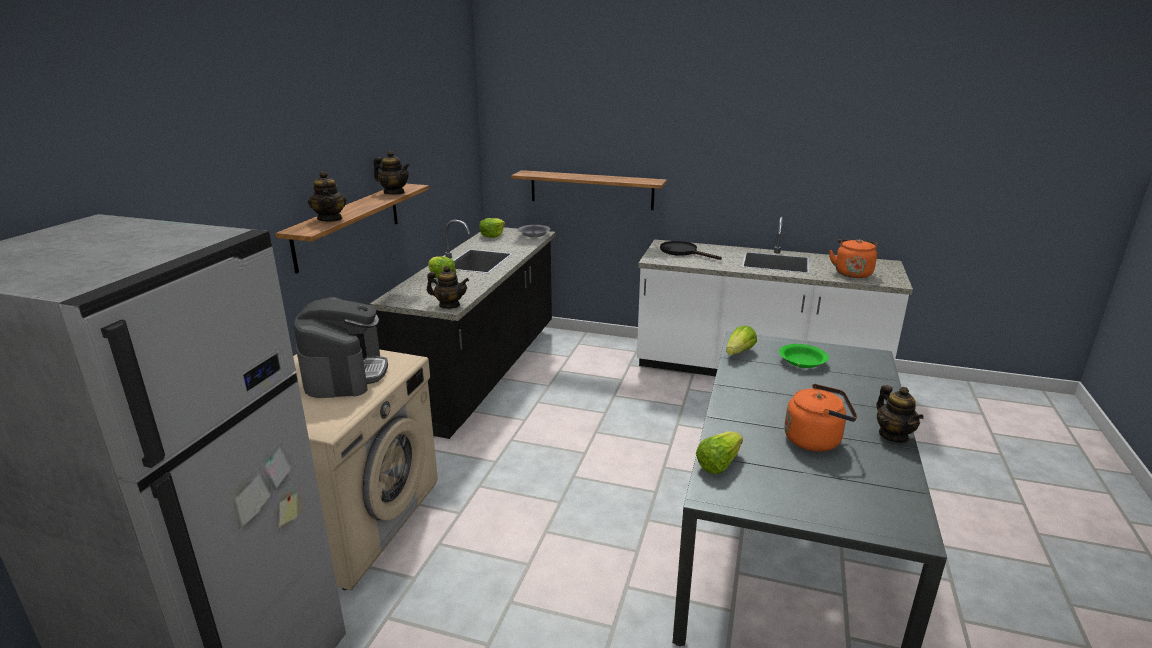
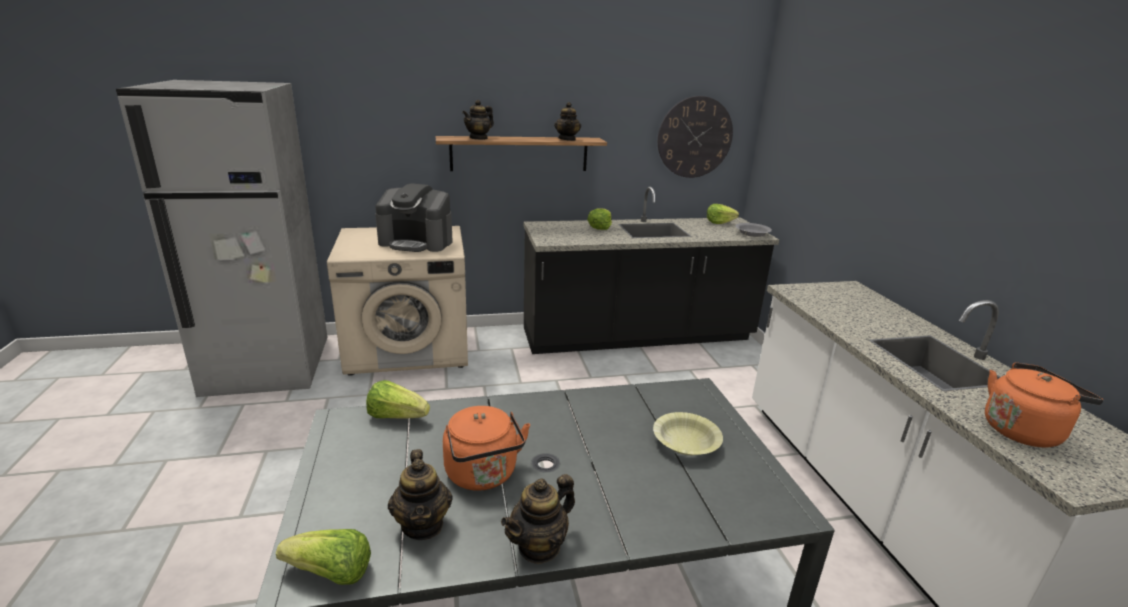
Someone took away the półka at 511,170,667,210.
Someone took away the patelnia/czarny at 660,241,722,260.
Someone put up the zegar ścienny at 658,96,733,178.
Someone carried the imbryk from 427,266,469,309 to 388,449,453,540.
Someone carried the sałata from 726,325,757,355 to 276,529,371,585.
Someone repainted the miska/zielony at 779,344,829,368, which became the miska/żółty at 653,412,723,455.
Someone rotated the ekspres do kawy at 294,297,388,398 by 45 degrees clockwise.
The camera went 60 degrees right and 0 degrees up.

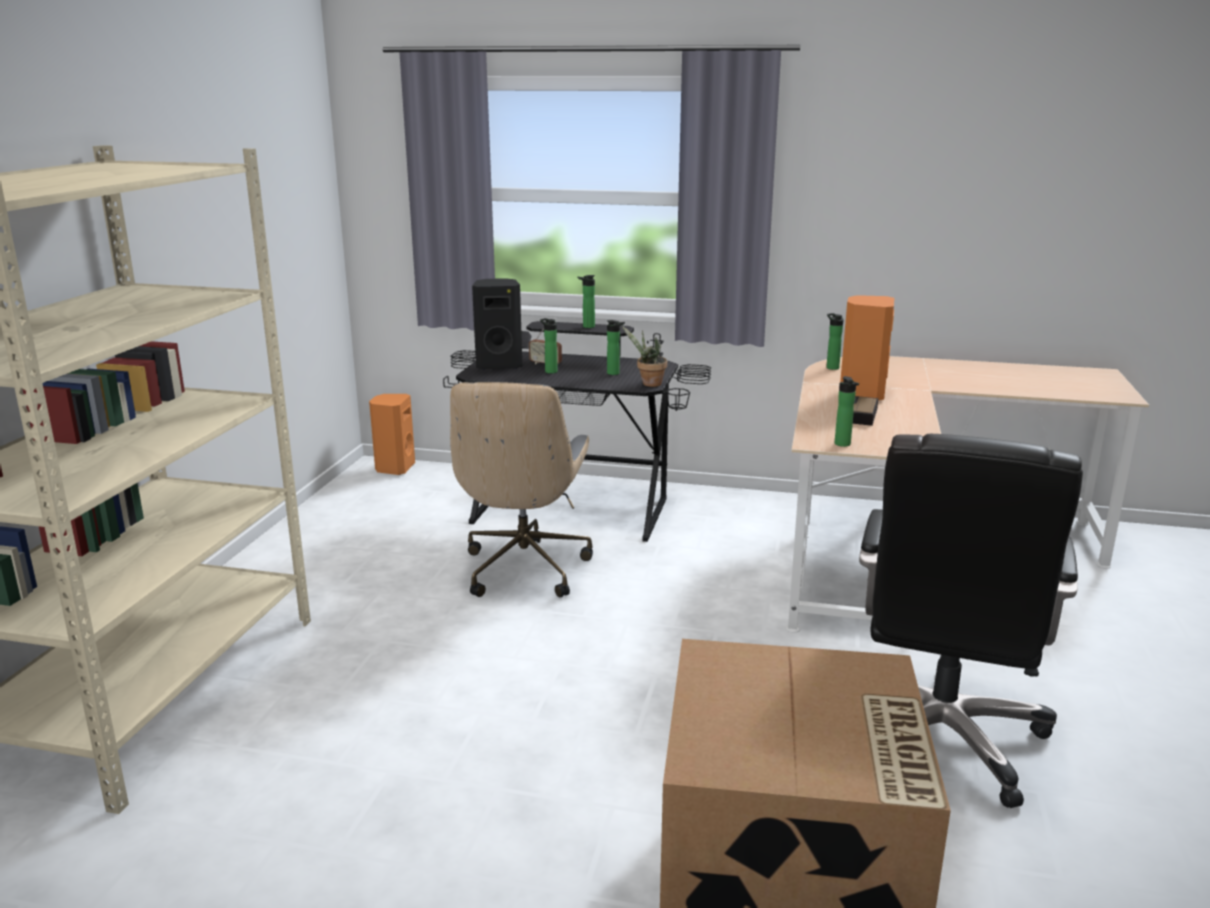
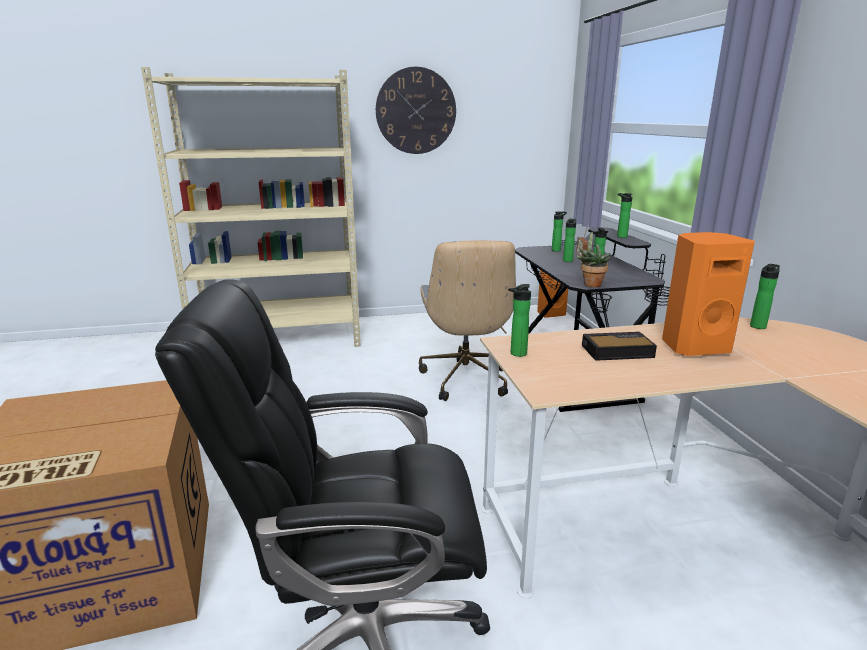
Someone put up the zegar ścienny at 376,67,456,154.
Someone swapped the głośnik/czarny at 472,278,522,370 for the butelka at 552,211,567,252.
Someone rotated the krzesło biurowe/szary at 450,382,593,597 by 75 degrees counterclockwise.
The camera went 65 degrees right and 0 degrees up.

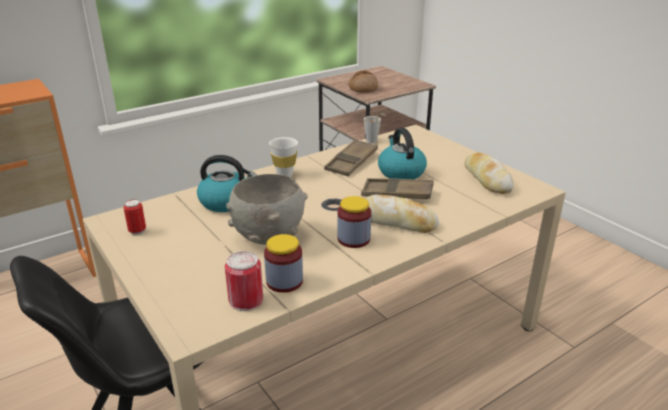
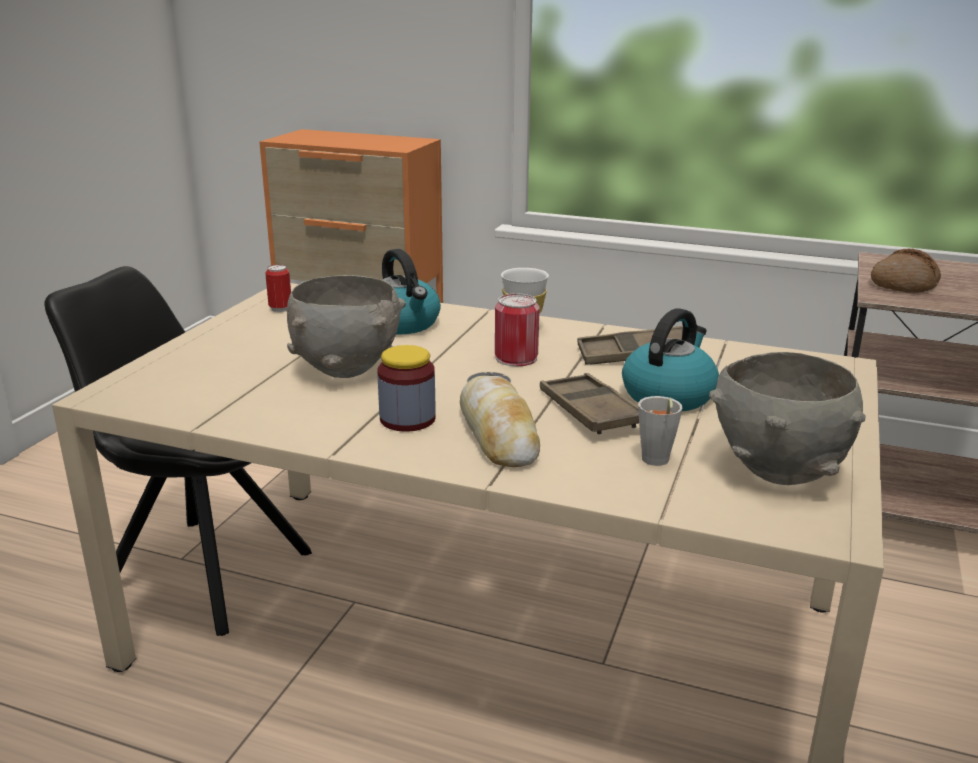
Someone took away the słoik at 264,234,303,293.
Someone carried the puszka from 225,251,263,311 to 495,294,540,366.
Someone carried the filiżanka/szary from 364,113,386,144 to 638,396,682,466.
Someone swapped the chleb at 465,152,514,194 for the miska/szary at 709,352,866,485.
The camera went 55 degrees right and 5 degrees down.

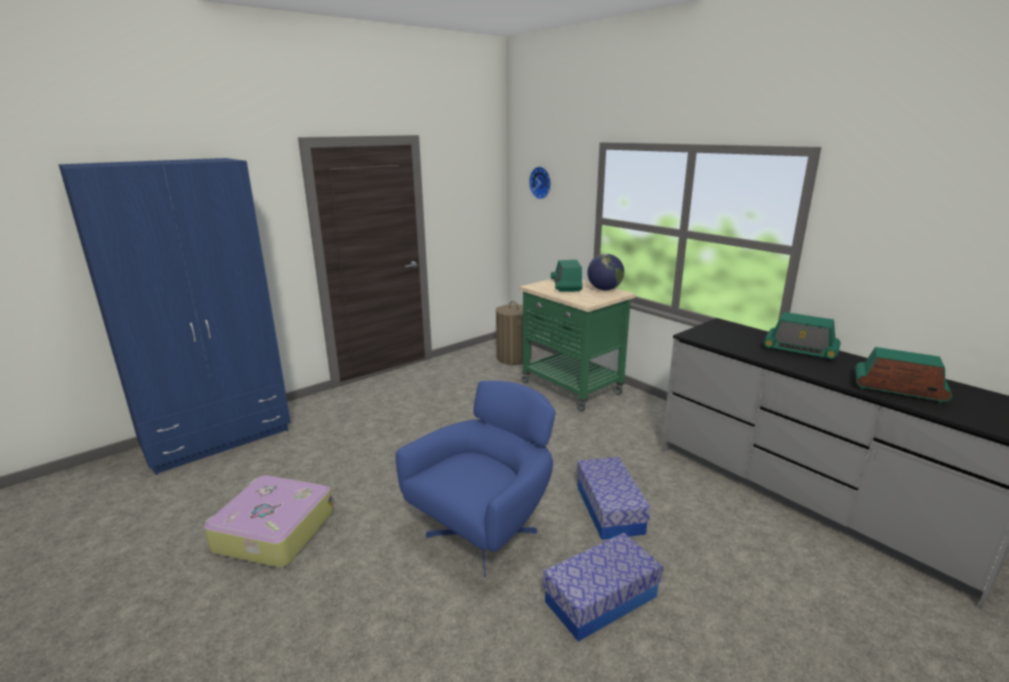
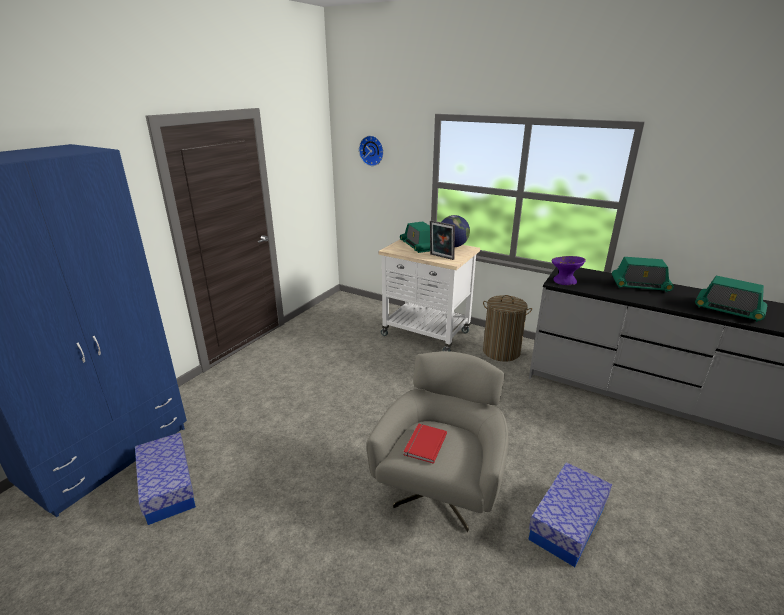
Someone took away the walizka at 204,475,333,568.
Someone put down the książka/czerwony at 403,423,447,464.
Someone put down the ramka na zdjęcie at 430,220,455,260.
Someone put down the miska/fioletowy at 552,256,586,286.
Someone carried the kosz na pranie from 496,301,531,365 to 483,295,532,362.
Someone carried the pojemnik do przechowywania from 577,457,651,540 to 135,433,196,525.
Someone repainted the fotel/niebieski at 395,381,555,577, which became the fotel/szary at 367,351,509,532.
Someone repainted the wózek/zielony at 519,279,635,412, which became the wózek/biały at 378,240,480,352.
Someone rotated the radio at 855,347,952,404 by 150 degrees counterclockwise.
The camera went 20 degrees left and 5 degrees up.

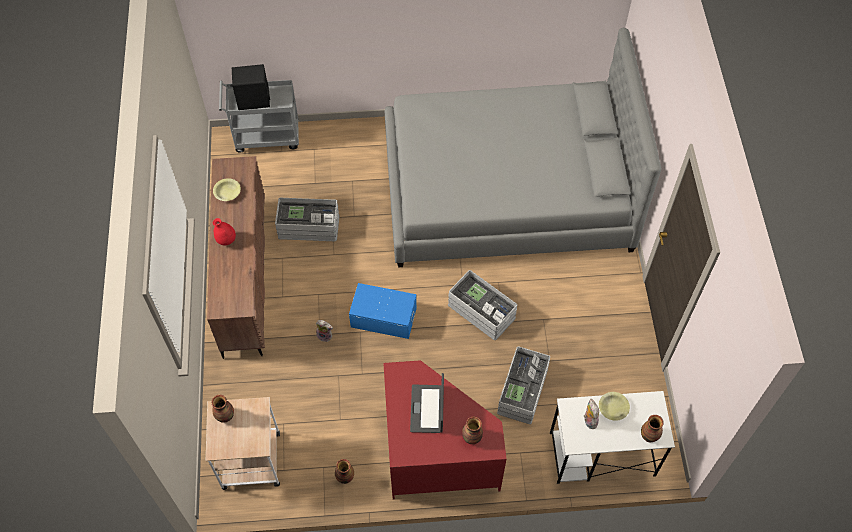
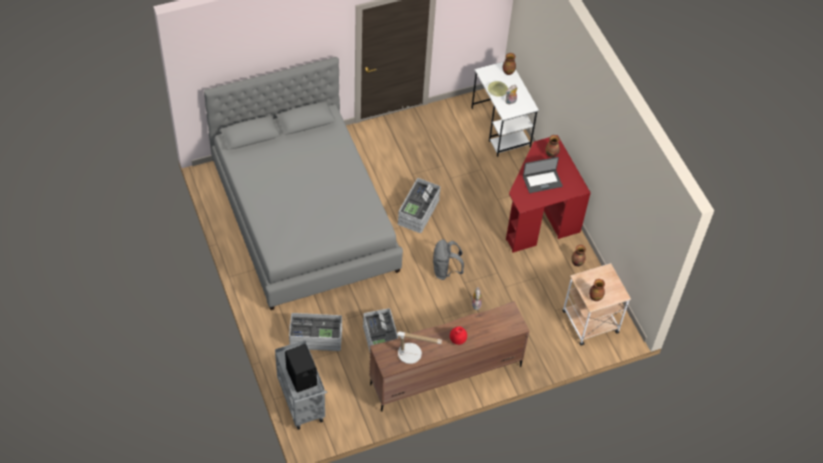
Someone carried the pojemnik do przechowywania/szary from 497,346,550,424 to 289,313,342,351.
Someone swapped the miska/żółty at 213,178,241,201 for the lampa stołowa at 397,331,442,364.
Someone swapped the pojemnik do przechowywania/niebieski at 349,283,417,339 for the plecak/szary at 433,239,464,280.
The camera went 110 degrees left and 5 degrees down.

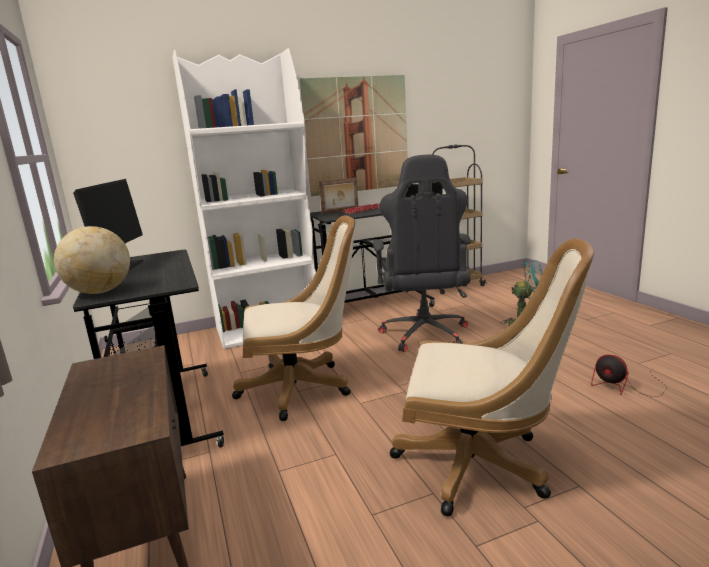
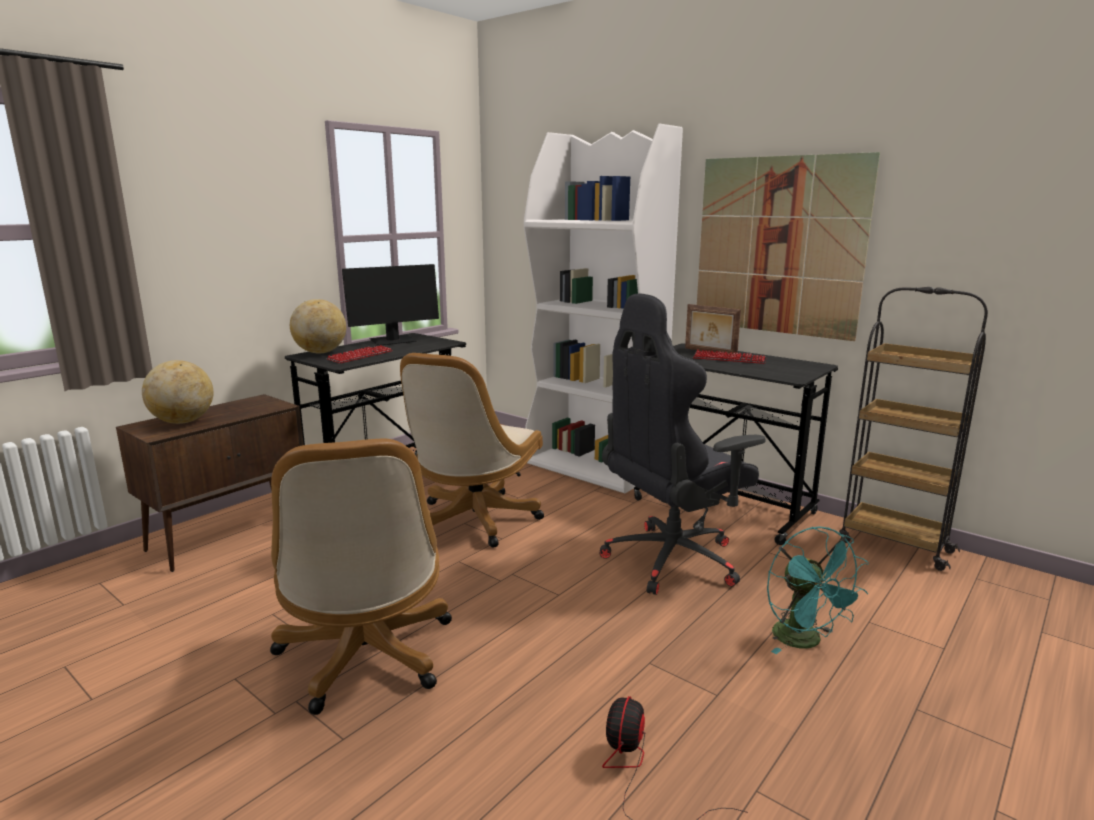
Someone put down the globus at 142,360,213,424.
Someone put down the klawiatura at 326,345,392,363.
Someone rotated the krzesło biurowe at 232,215,355,421 by 60 degrees clockwise.
The camera went 60 degrees right and 0 degrees up.

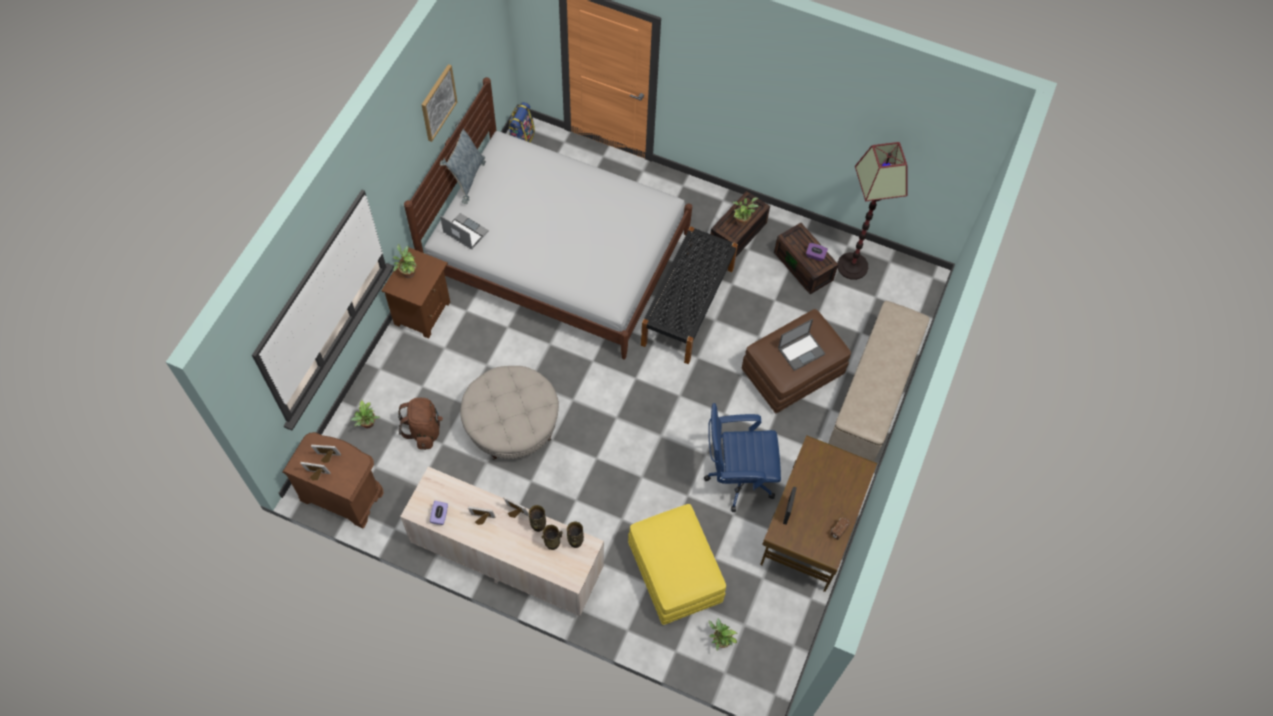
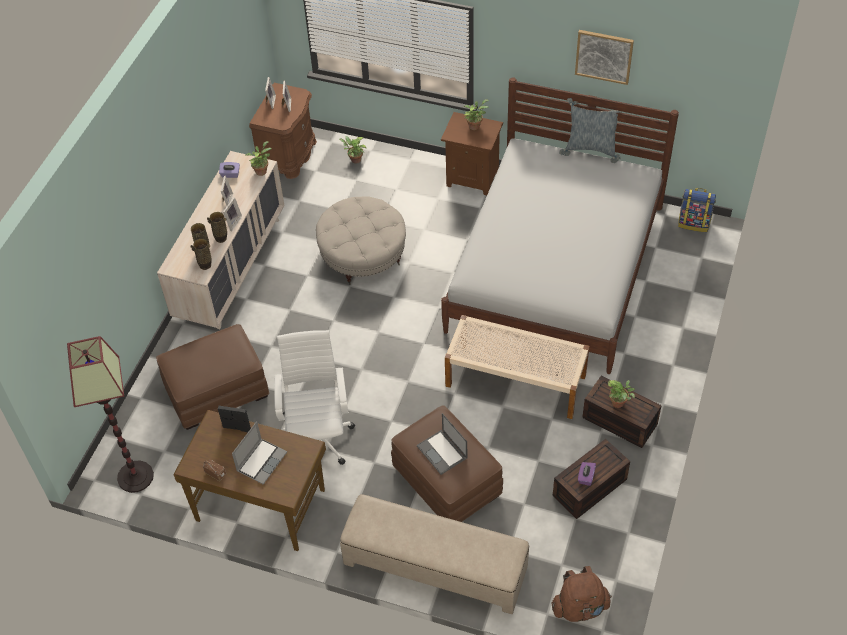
Someone carried the plecak/brązowy from 398,398,443,450 to 552,566,612,622.
Someone carried the laptop from 440,213,489,250 to 232,421,287,485.
Someone carried the roślina doniczkowa from 709,618,738,651 to 245,141,271,176.
Someone carried the lampa stojąca from 837,142,908,280 to 67,336,154,493.
Someone repainted the pufa/żółty at 628,504,726,625, which became the pufa/brązowy at 156,324,269,430.
Someone repainted the ławka/czarny at 641,226,738,364, which became the ławka/beżowy at 445,315,590,419.
Someone repainted the krzesło biurowe/niebieski at 704,403,781,512, which became the krzesło biurowe/biały at 274,330,355,465.
The camera went 90 degrees right and 10 degrees down.

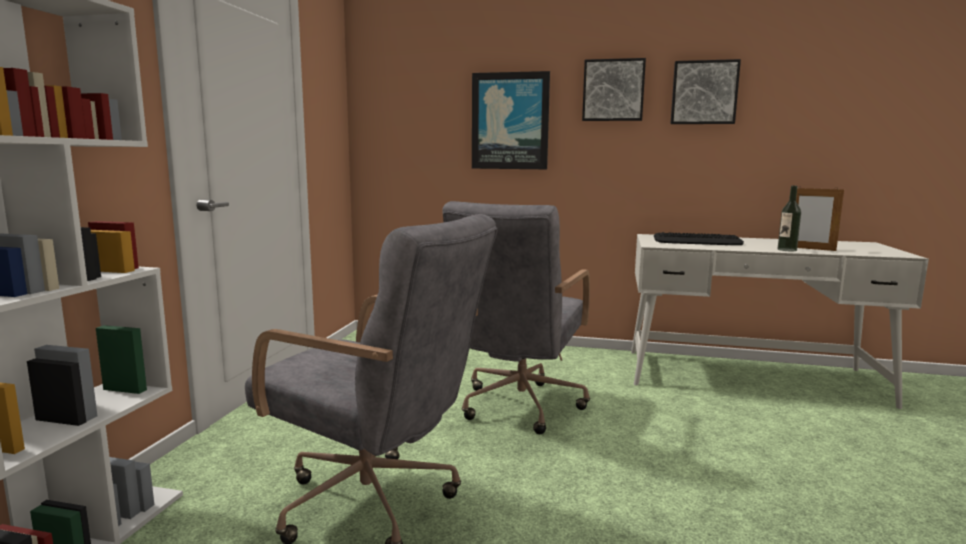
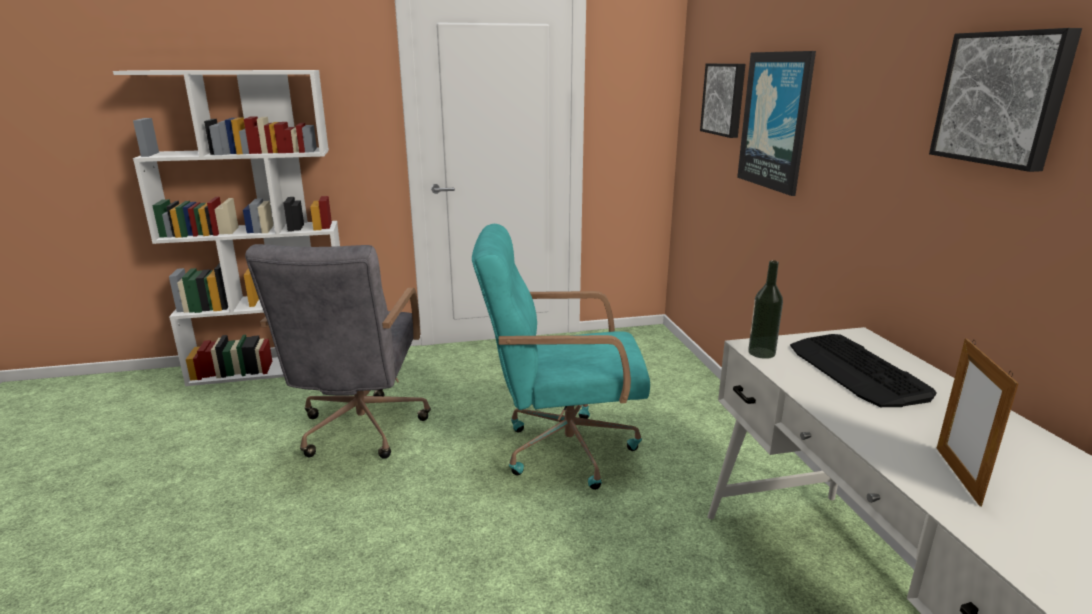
Someone carried the obraz from 582,58,646,121 to 700,64,746,138.
Someone carried the butelka from 778,186,801,251 to 748,260,783,359.
Someone repainted the krzesło biurowe/szary at 442,201,590,434, which became the krzesło biurowe/turkusowy at 472,224,650,490.
The camera went 65 degrees right and 10 degrees up.

